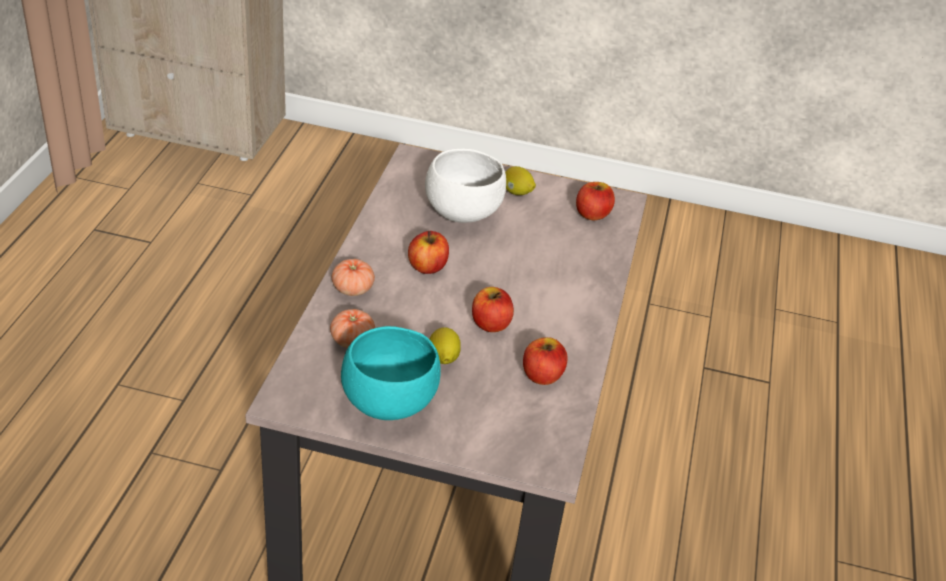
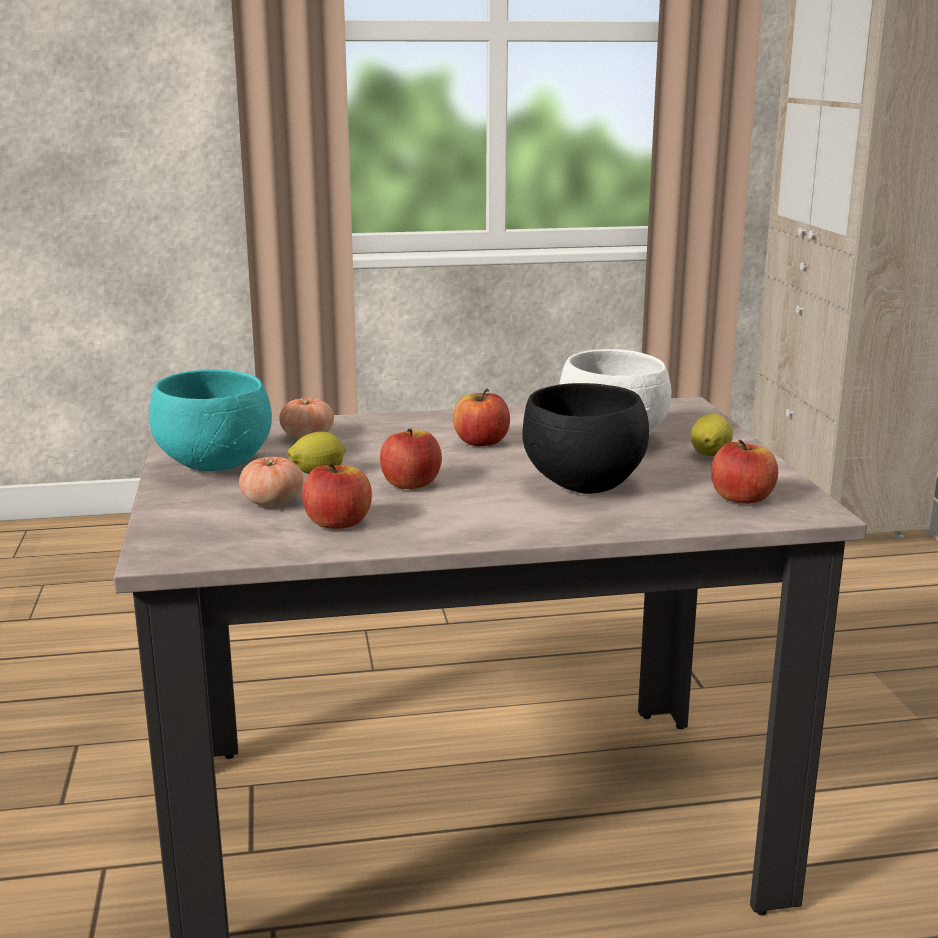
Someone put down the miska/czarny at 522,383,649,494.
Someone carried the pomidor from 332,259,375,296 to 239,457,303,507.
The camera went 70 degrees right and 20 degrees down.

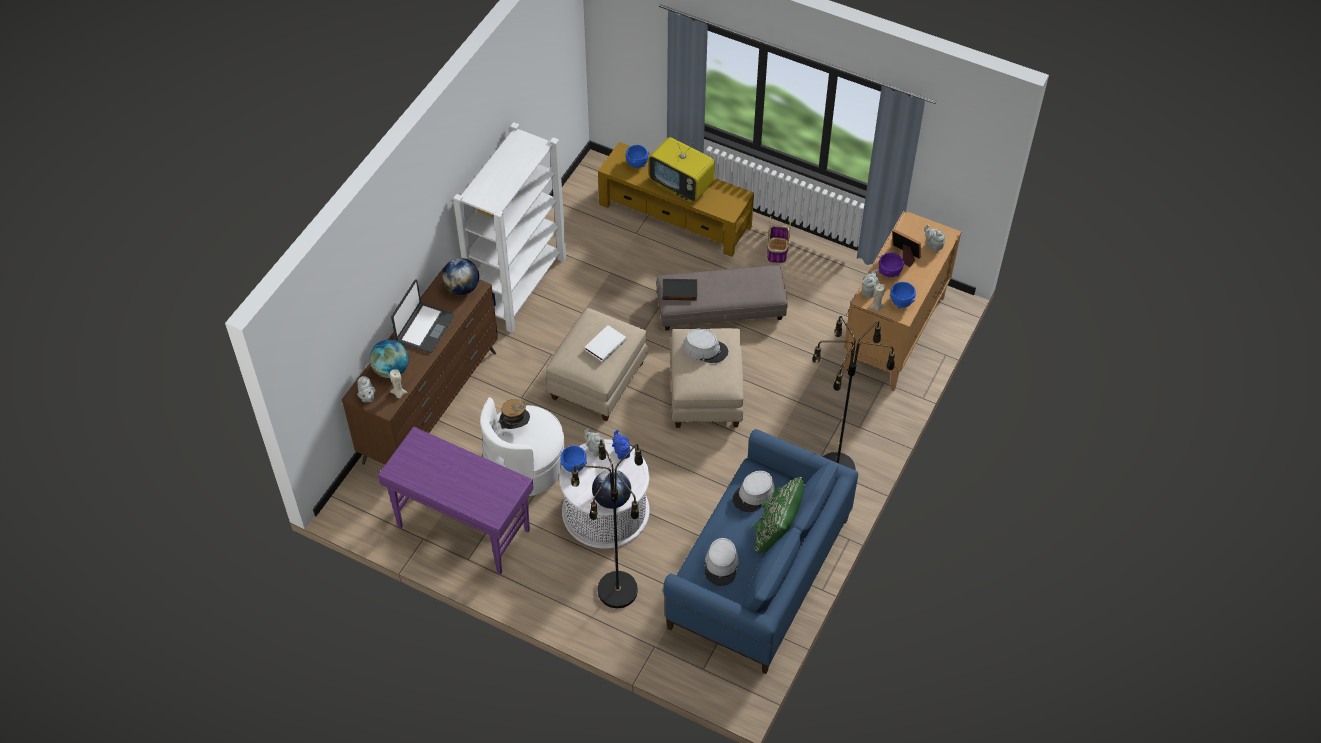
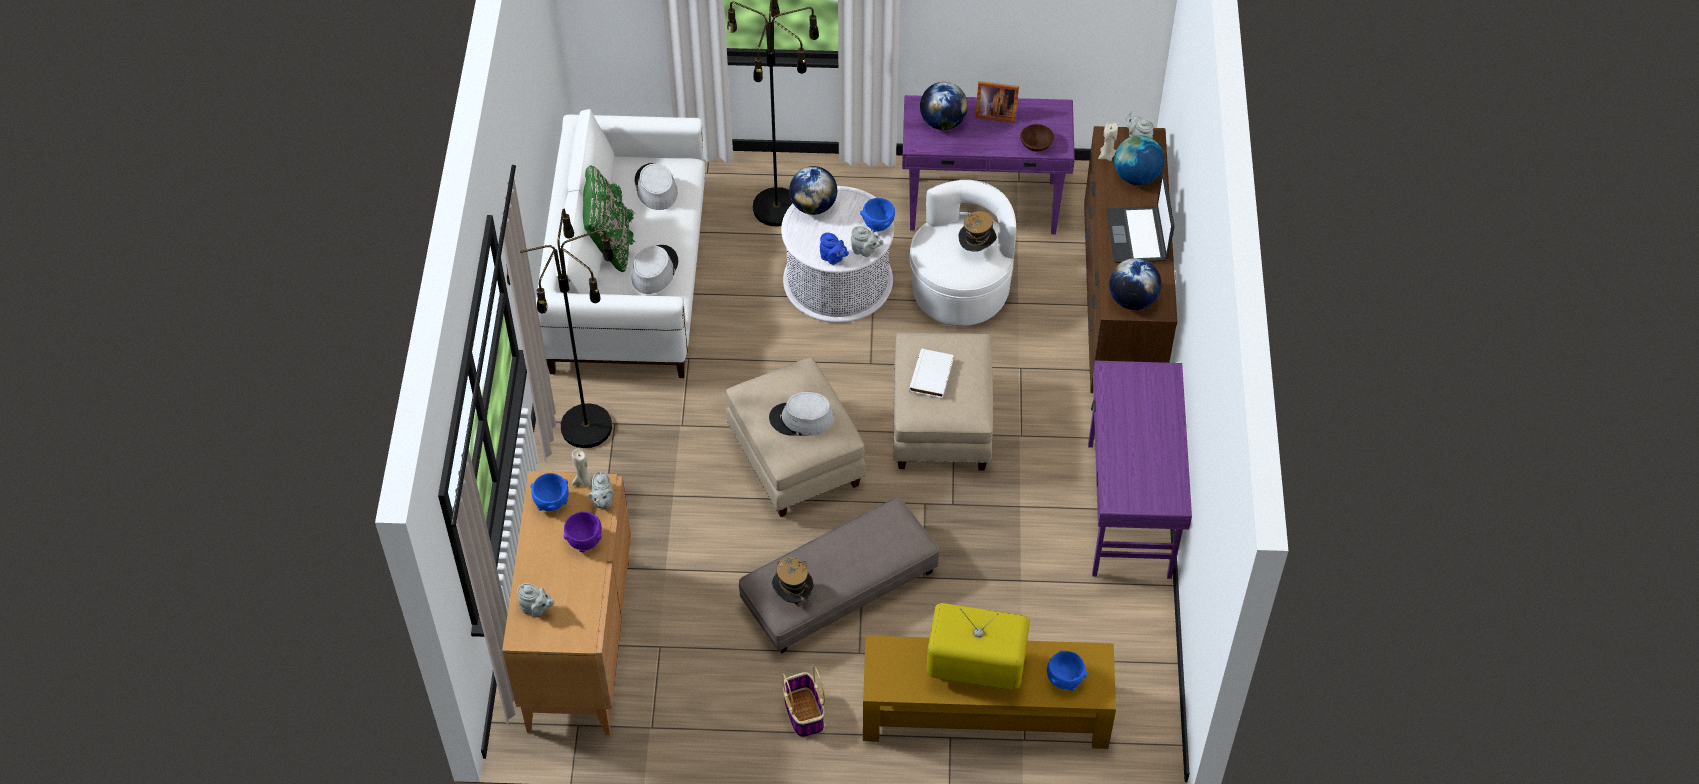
Someone took away the książka/czarny at 662,279,697,300.
Someone put down the kapelusz at 772,557,814,607.
Someone put down the globus at 920,82,968,130.
Someone put down the miska/brązowy at 1020,124,1054,152.
Someone carried the ramka na zdjęcie from 892,229,921,267 to 975,81,1019,123.
Someone swapped the regał/biały at 453,122,566,333 for the stolik konsolowy/fioletowy at 1088,360,1192,579.
Someone repainted the kanapa/niebieski at 663,429,858,674, which became the kanapa/biały at 536,109,706,378.
The camera went 155 degrees right and 0 degrees up.

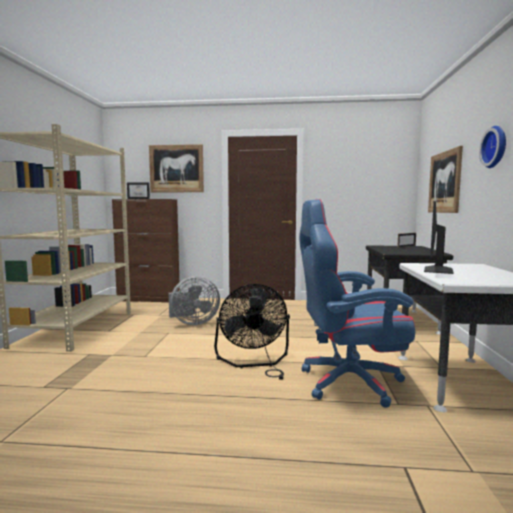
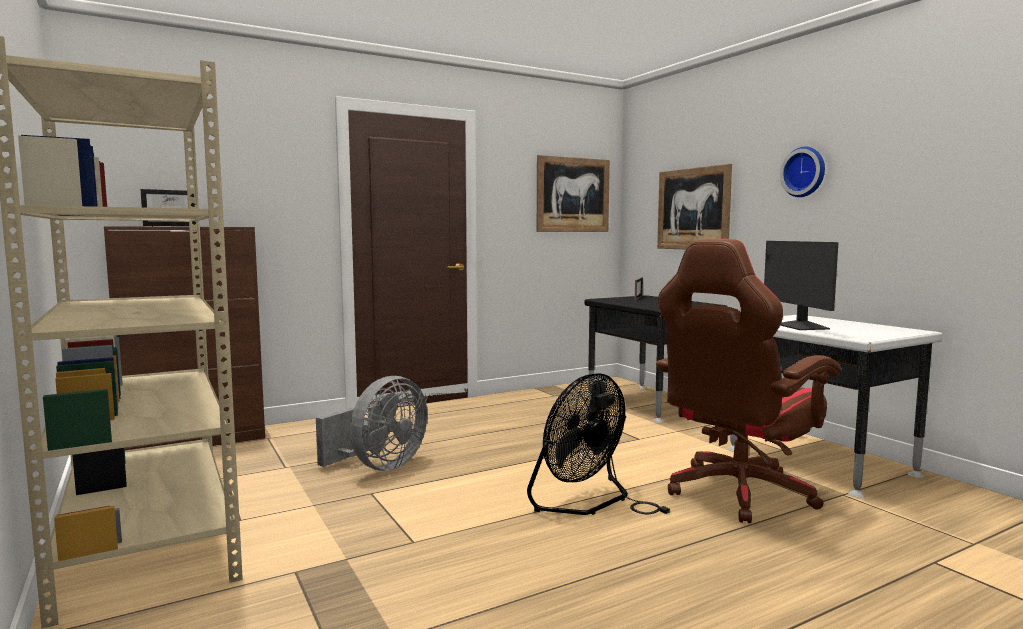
Someone carried the obraz from 149,144,204,193 to 537,155,610,232.
Someone repainted the krzesło biurowe/niebieski at 299,199,415,408, which became the krzesło biurowe/brązowy at 656,239,841,523.
The camera went 35 degrees left and 0 degrees up.

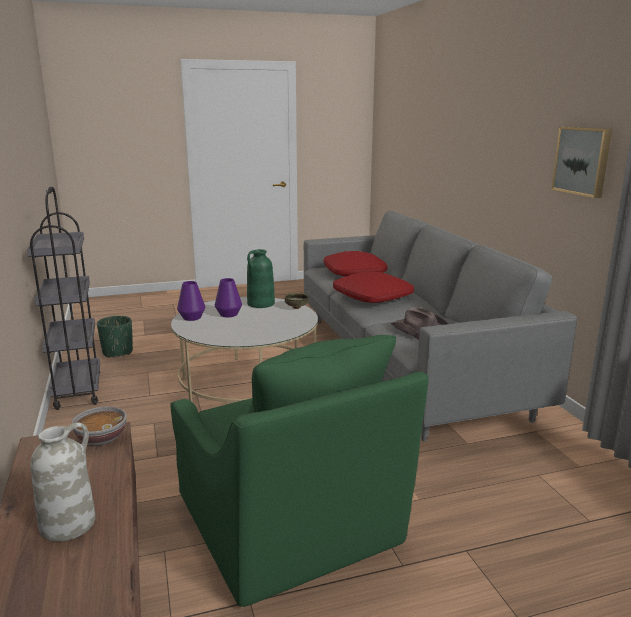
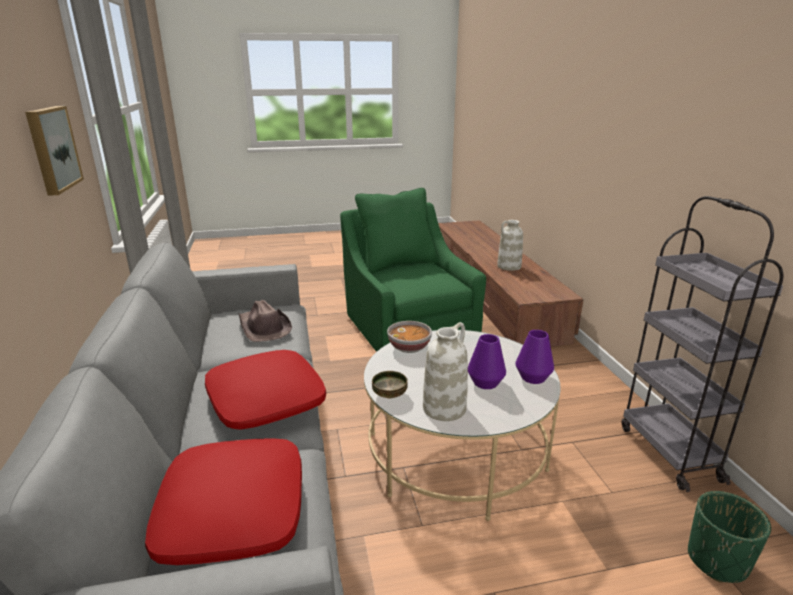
Someone carried the miska from 71,406,127,445 to 387,321,432,353.
Someone repainted the wazon/zielony at 247,249,275,308, which became the wazon/biały at 423,322,468,421.
The camera went 175 degrees left and 5 degrees up.

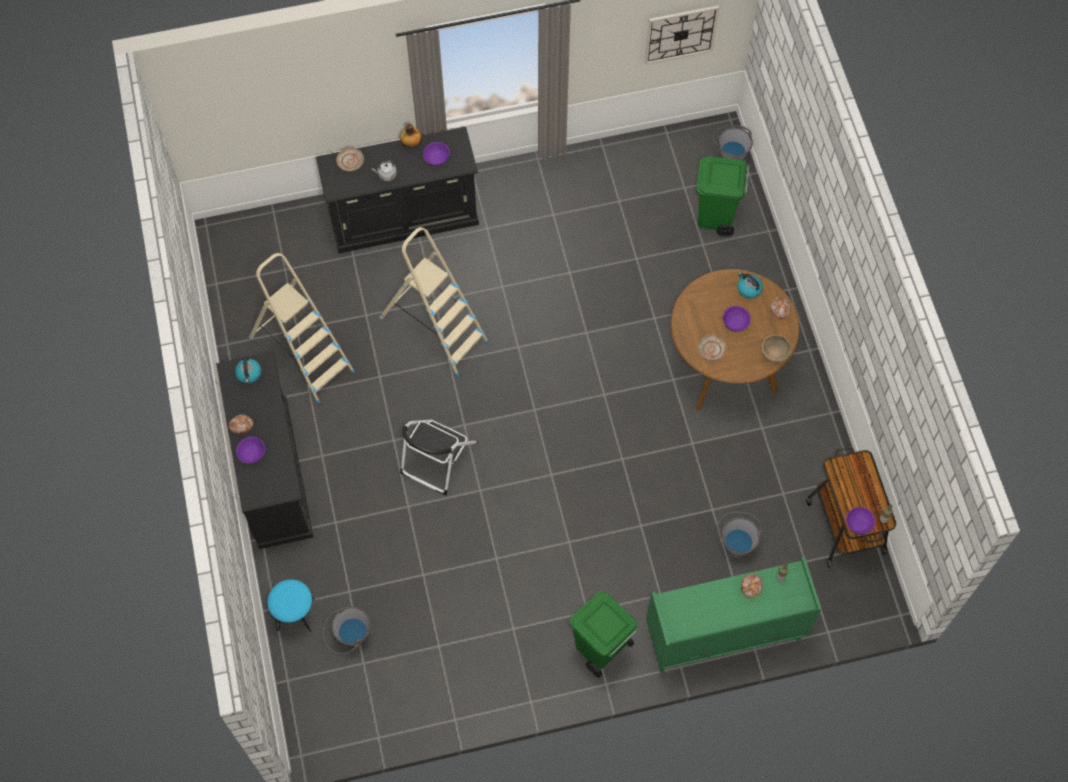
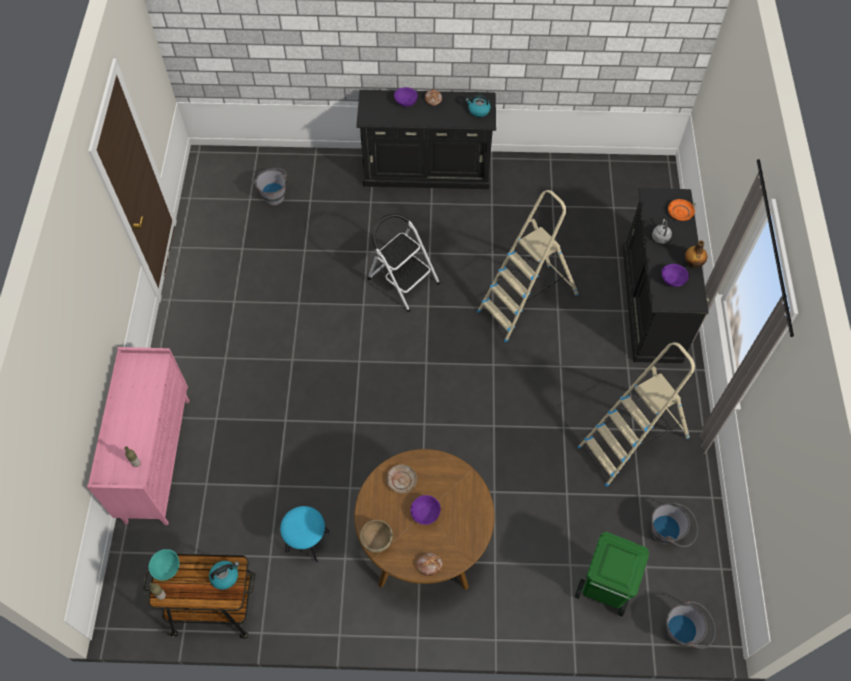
Someone took away the kosz na śmieci/zielony at 569,591,638,678.
Someone took away the zegar ścienny at 645,5,719,65.
Someone took away the chleb at 741,574,763,598.
Someone carried the drabinka/beżowy from 249,253,355,403 to 578,342,695,486.
Someone carried the stołek/turkusowy from 267,579,315,633 to 280,506,329,563.
Someone carried the wiadro/szary from 718,511,762,558 to 651,503,698,547.
Someone carried the czajnik from 737,272,763,299 to 209,561,239,590.
Someone repainted the talerz/beżowy at 336,147,364,171, which became the talerz/pomarańczowy at 668,199,695,221.
Someone repainted the komoda/zielony at 646,557,822,673, which became the komoda/różowy at 87,347,190,525.
Someone repainted the miska/fioletowy at 846,507,875,535, which became the miska/turkusowy at 149,549,179,580.
The camera went 105 degrees right and 5 degrees down.

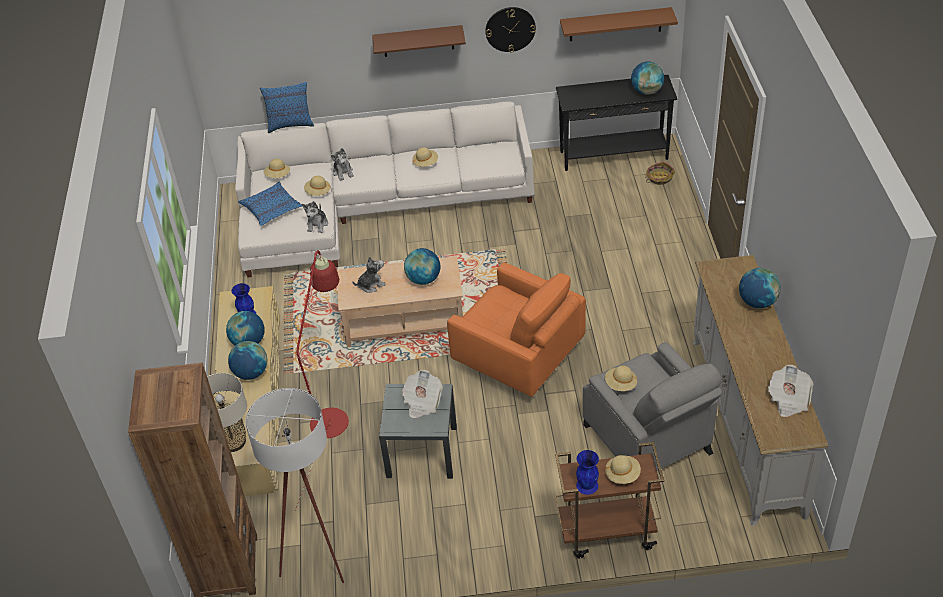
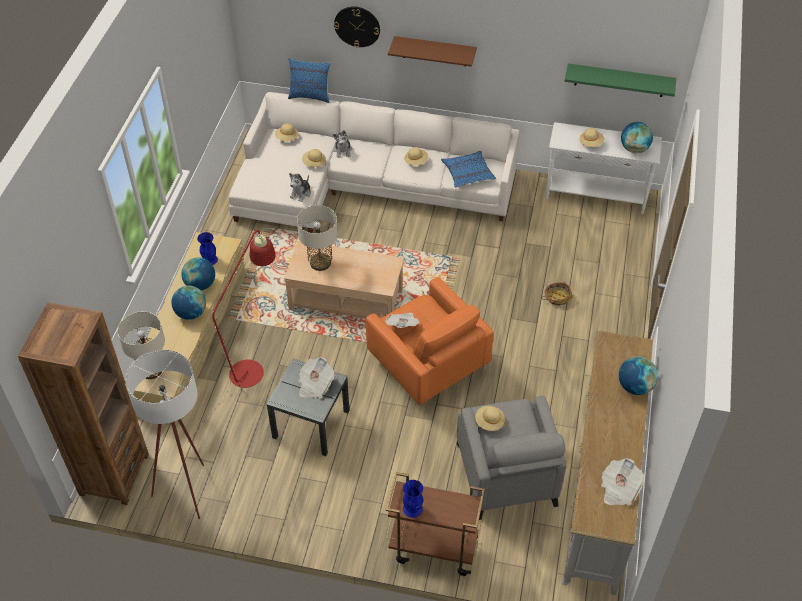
Someone took away the globus at 404,248,440,285.
Someone put down the gazeta at 385,313,420,328.
Someone carried the poduszka/niebieski from 238,181,302,226 to 441,151,496,187.
Someone carried the zegar ścienny from 485,7,536,53 to 334,6,380,48.
Someone carried the kapelusz/beżowy from 605,455,641,484 to 579,128,604,147.
Someone carried the koszyk from 646,162,675,185 to 542,282,573,306.
Someone swapped the pluszak at 352,256,386,293 for the lampa stołowa at 297,205,338,271.
Someone repainted the stolik konsolowy/czarny at 556,75,677,171, which became the stolik konsolowy/biały at 545,122,662,214.
Someone repainted the półka/brązowy at 560,7,678,41, which became the półka/zielony at 564,64,676,97.
The camera went 15 degrees right and 5 degrees up.

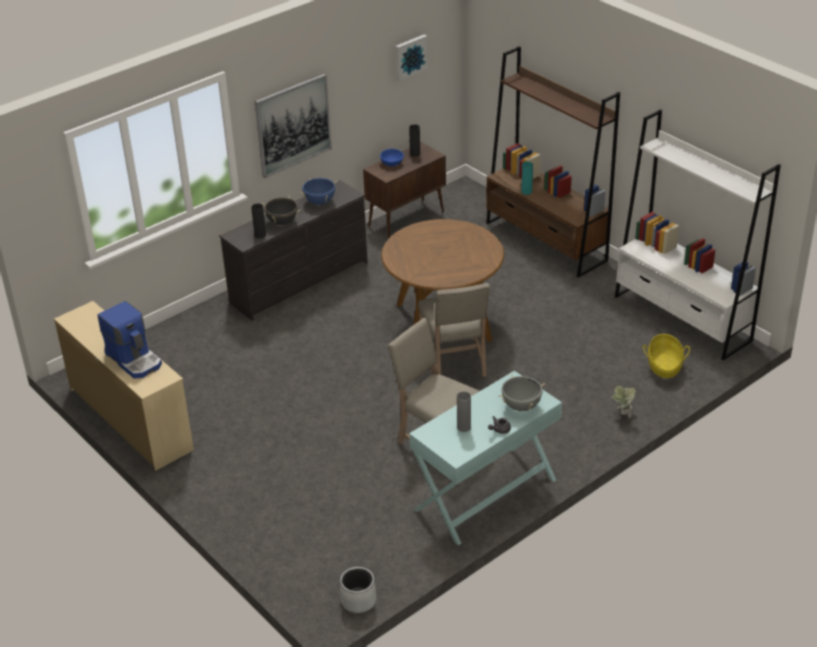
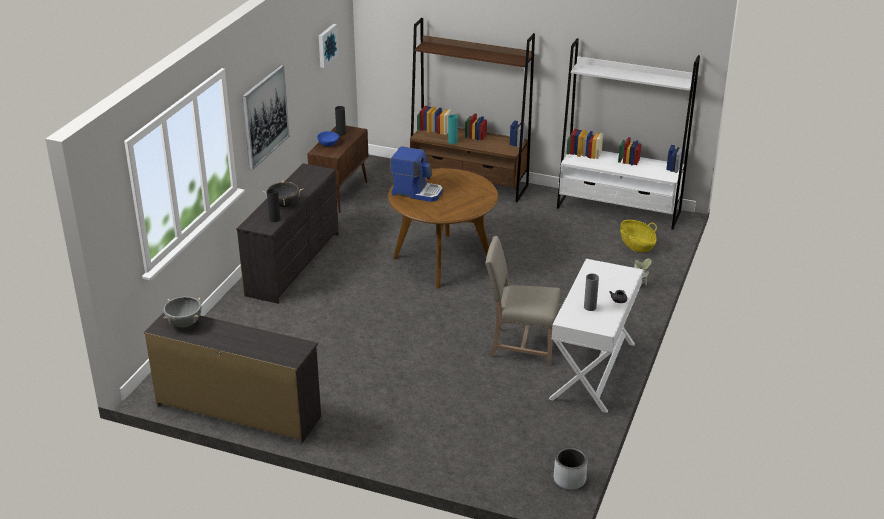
Someone took away the garnek/niebieski at 300,178,337,205.
Someone took away the krzesło/beżowy at 418,283,490,377.
Someone carried the ekspres do kawy from 97,301,162,379 to 391,146,443,202.
Someone carried the garnek/szary from 499,375,545,411 to 164,297,202,327.
Someone repainted the komoda/beżowy at 54,301,194,471, which became the komoda/czarny at 144,313,321,444.
Someone repainted the biurko/turkusowy at 409,371,562,545, which became the biurko/biały at 549,259,643,413.
The camera went 30 degrees left and 5 degrees down.

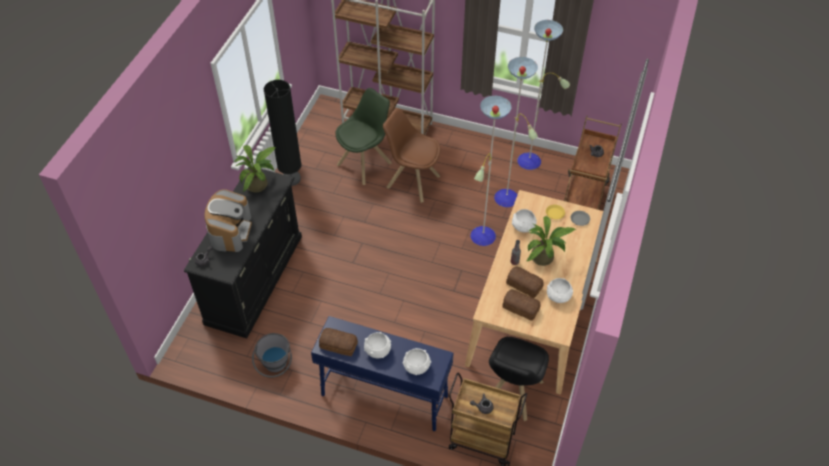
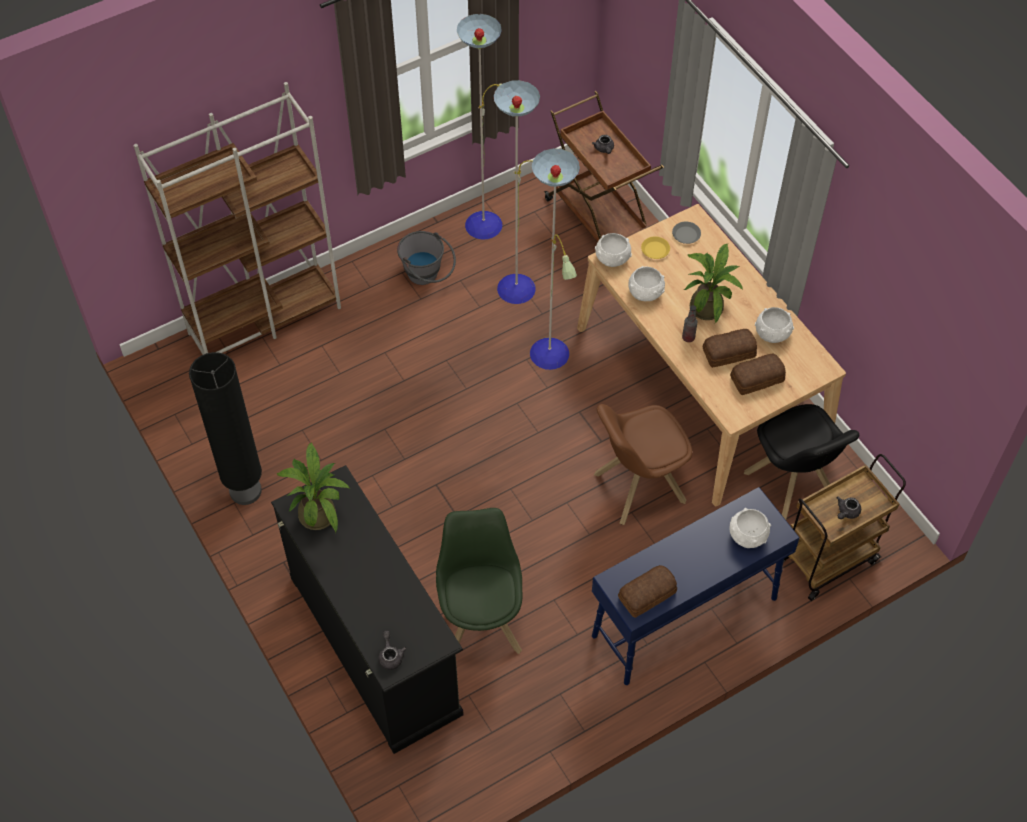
Someone took away the ekspres do kawy at 204,189,252,252.
Someone carried the wiadro/szary from 252,333,292,378 to 397,231,456,285.
Someone carried the krzesło/zielony from 335,88,392,185 to 436,508,522,654.
Someone carried the miska/biały from 364,332,391,358 to 595,233,632,267.
Someone carried the krzesło/brązowy from 383,108,440,203 to 594,404,692,525.
The camera went 50 degrees left and 5 degrees up.

